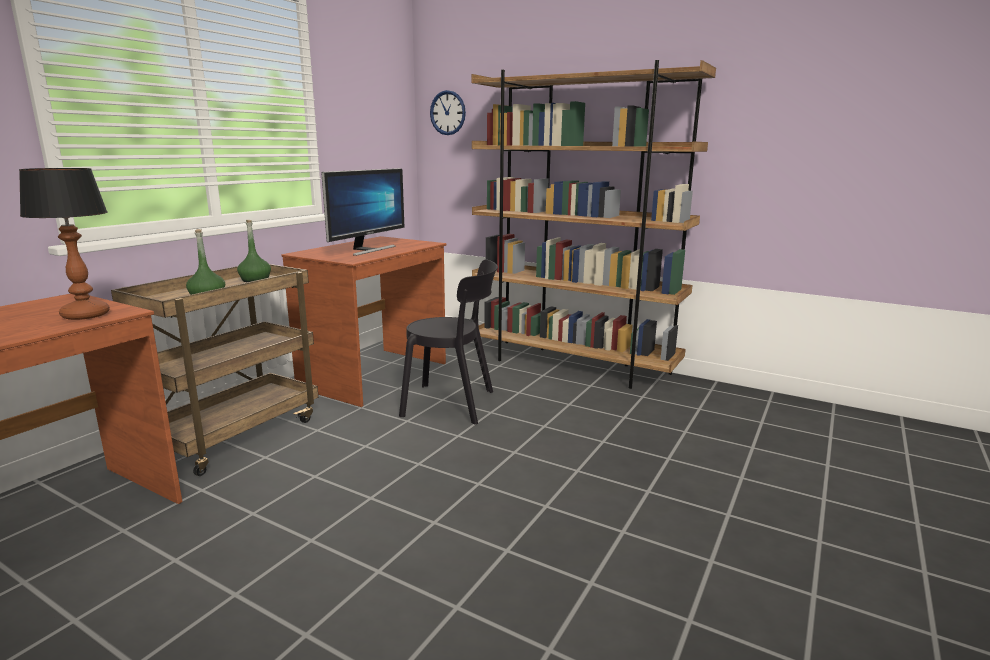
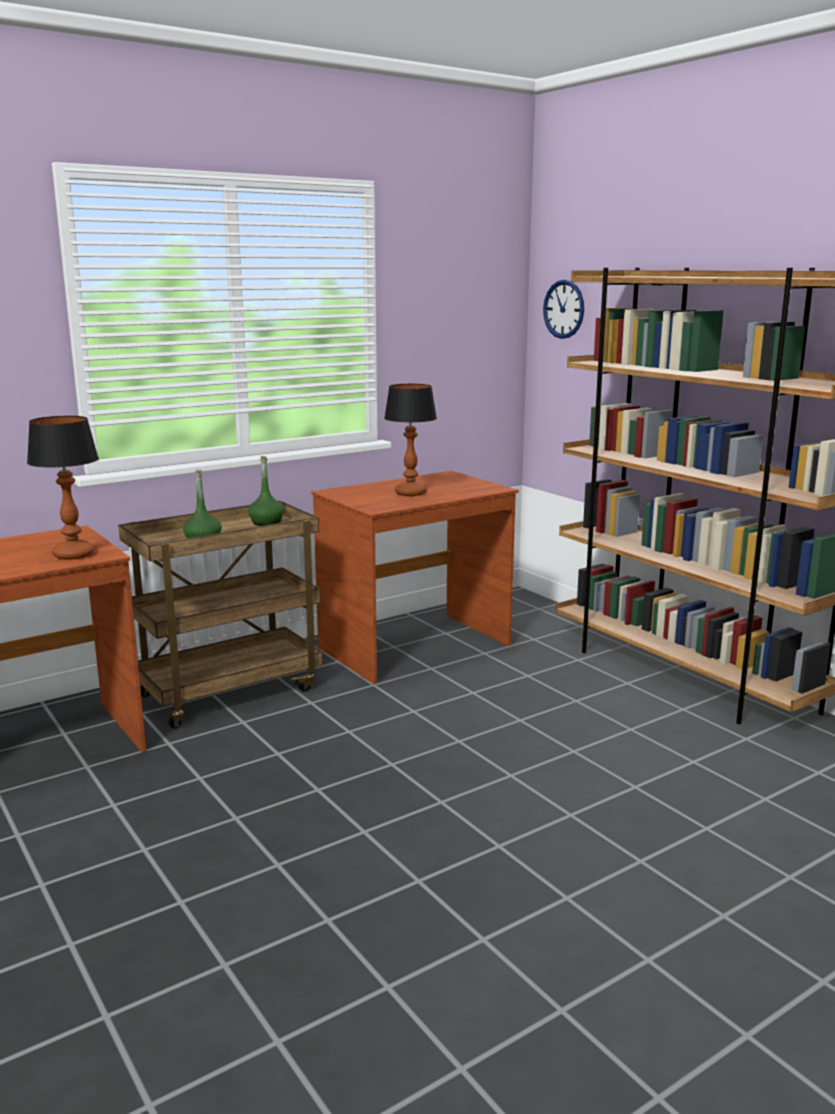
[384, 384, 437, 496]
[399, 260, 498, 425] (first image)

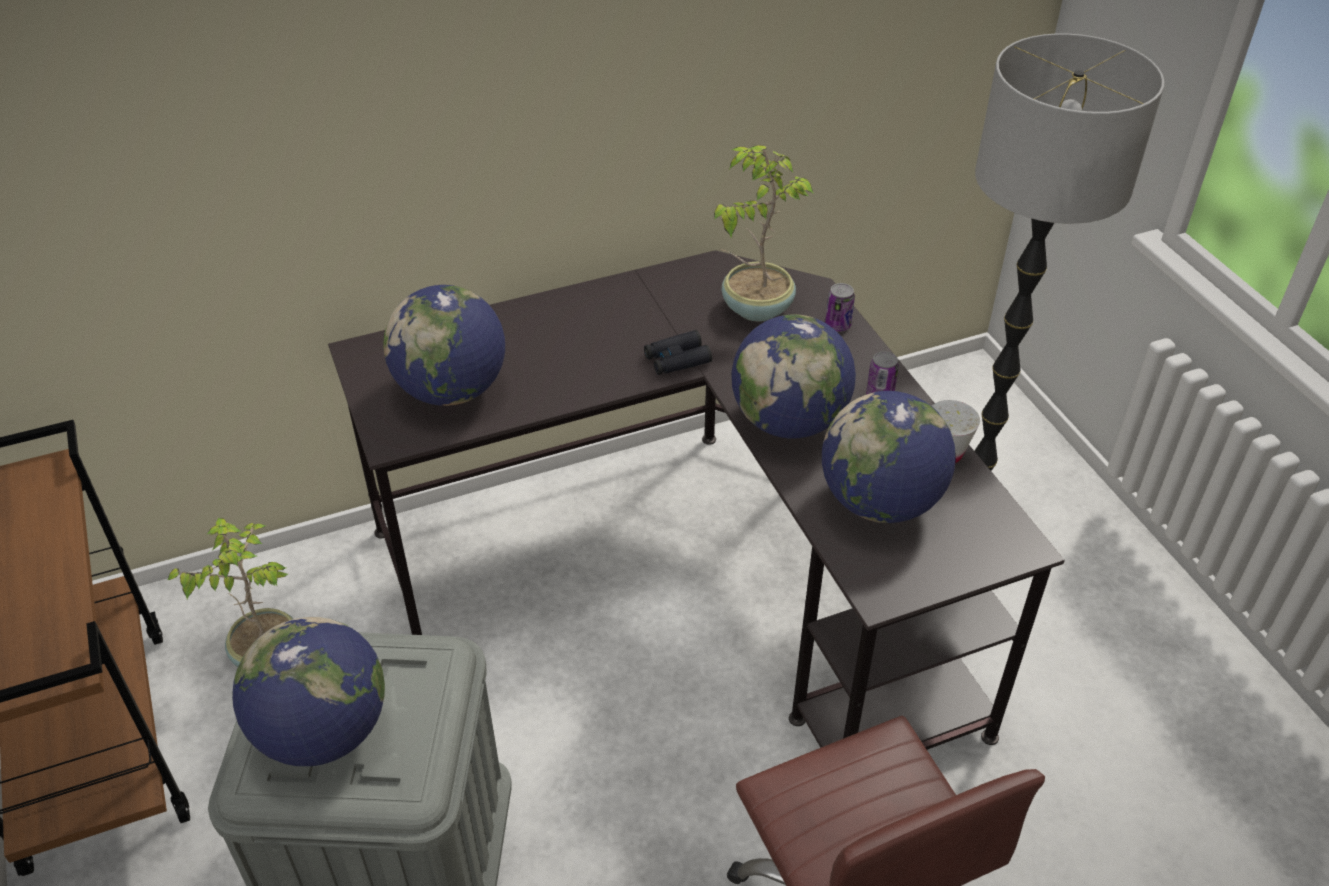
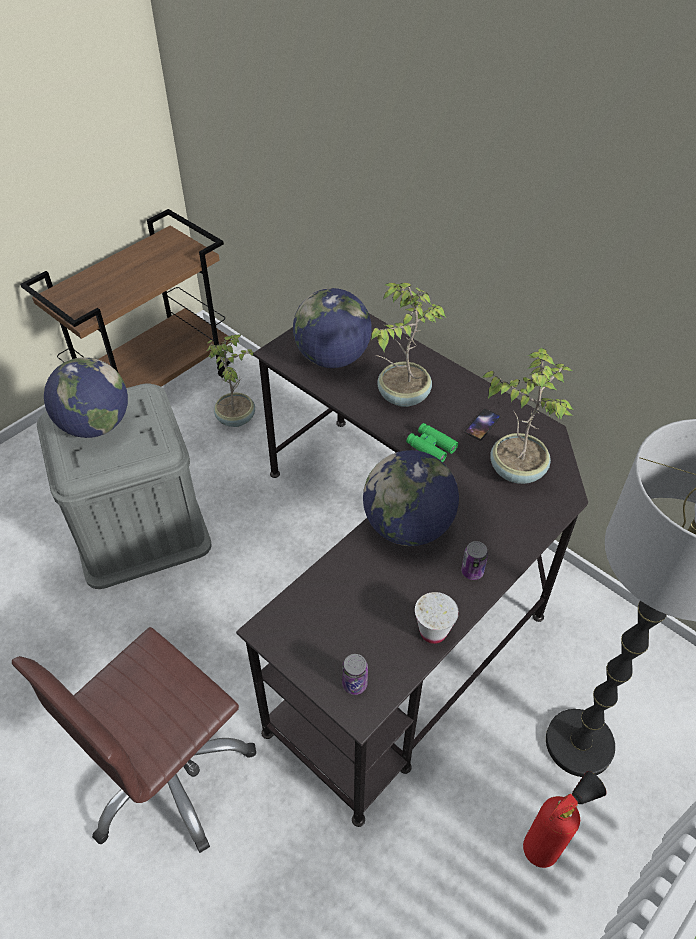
[342, 654, 368, 695]
[406, 423, 458, 462]
[822, 391, 956, 523] (first image)
[371, 283, 446, 407]
[464, 409, 501, 441]
[523, 771, 607, 868]

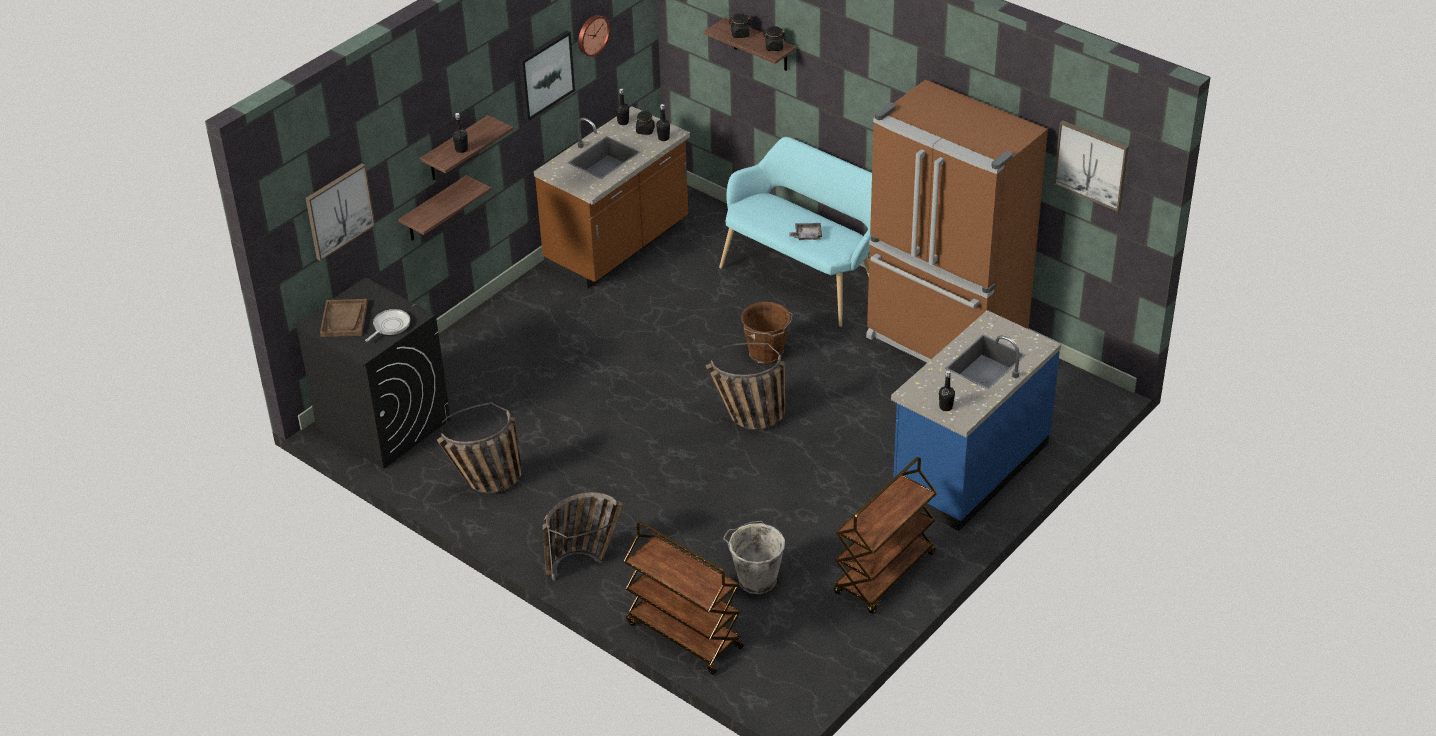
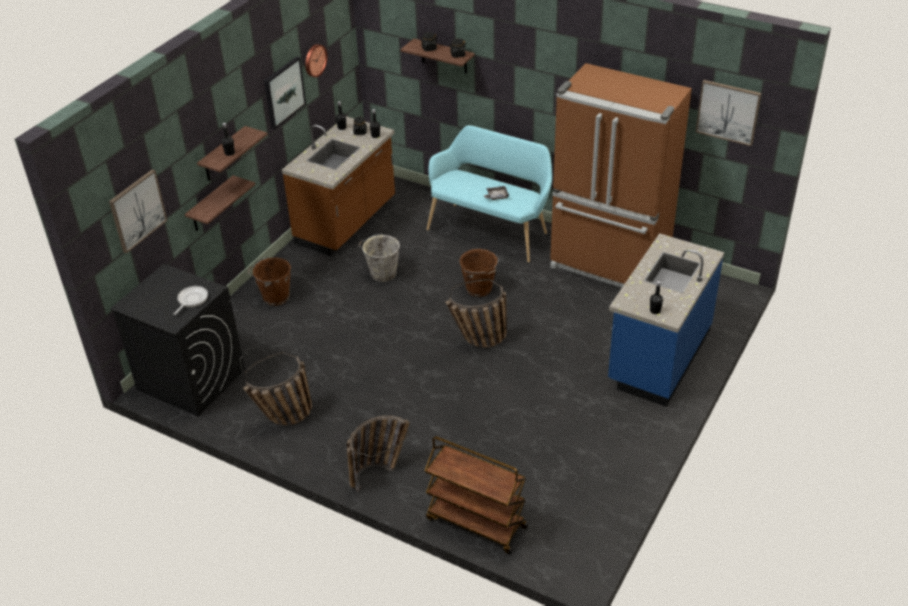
[320, 299, 368, 337] (first image)
[834, 457, 937, 614] (first image)
[358, 233, 400, 282]
[248, 257, 291, 306]

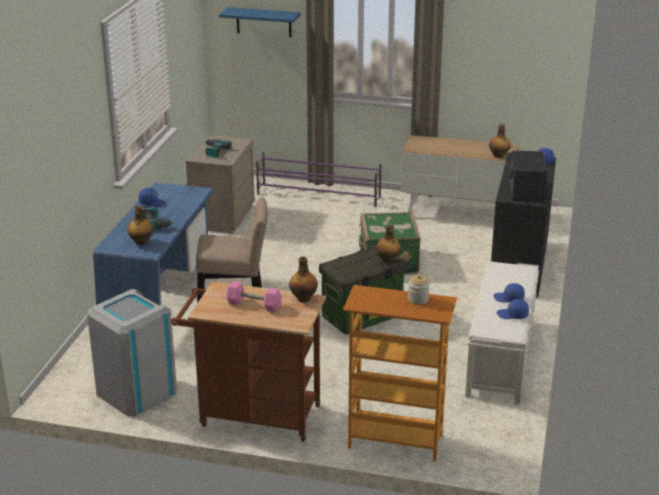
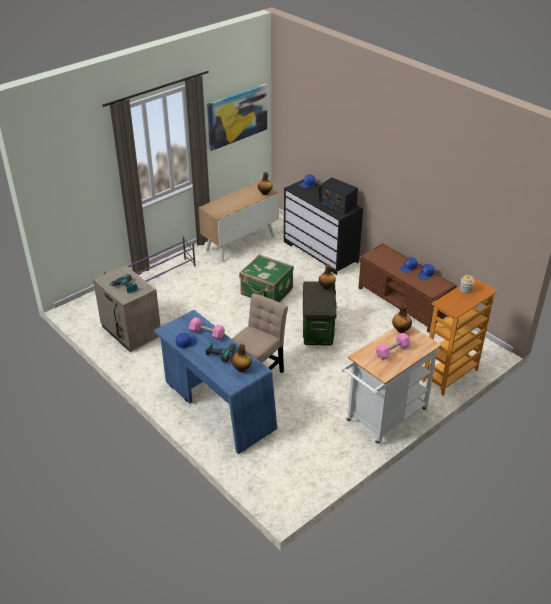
[219, 7, 301, 37] (first image)
[358, 243, 456, 333]
[341, 326, 441, 444]
[87, 289, 177, 416] (first image)
[207, 84, 267, 151]
[189, 317, 225, 340]

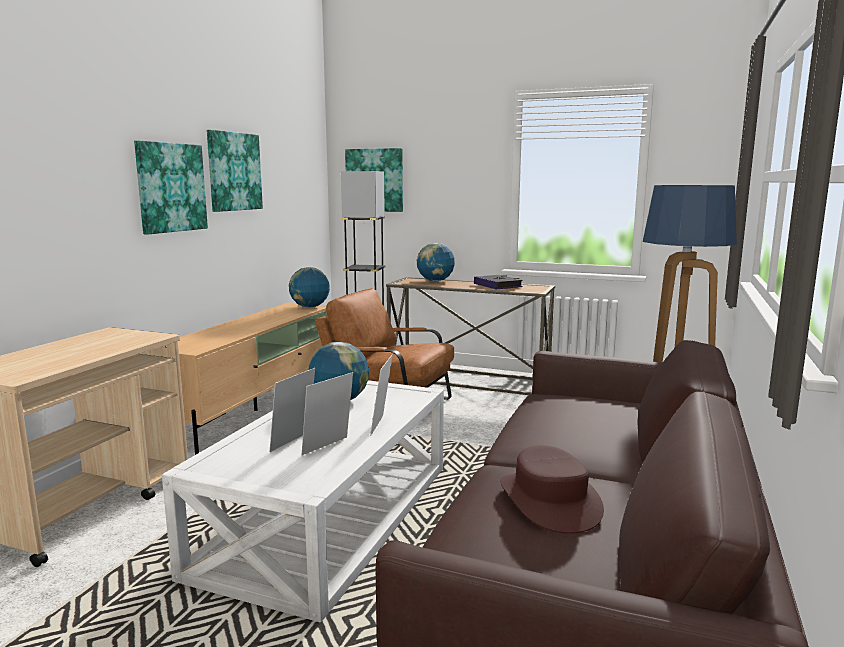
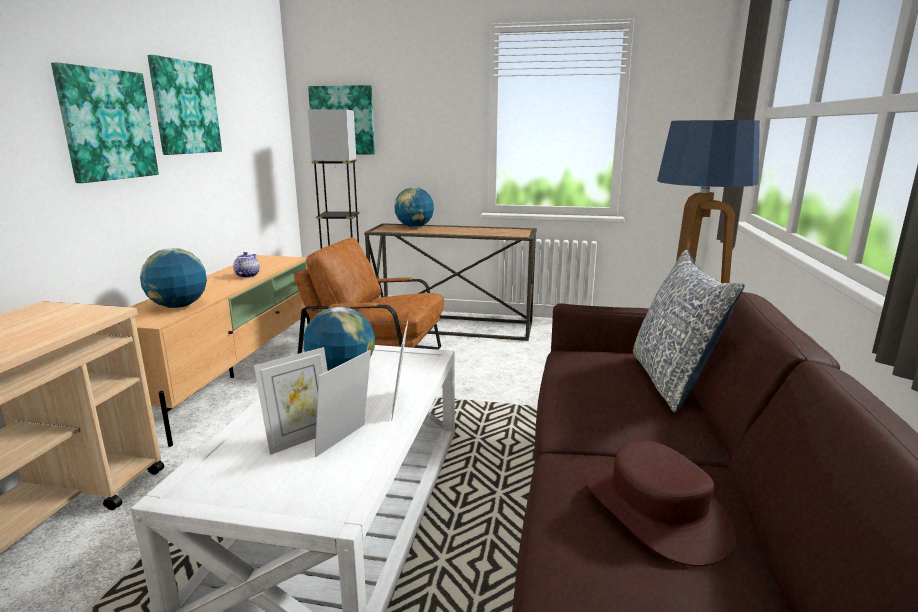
[140, 248, 207, 308]
[474, 275, 523, 289] (first image)
[254, 347, 328, 455]
[633, 250, 745, 412]
[233, 252, 260, 278]

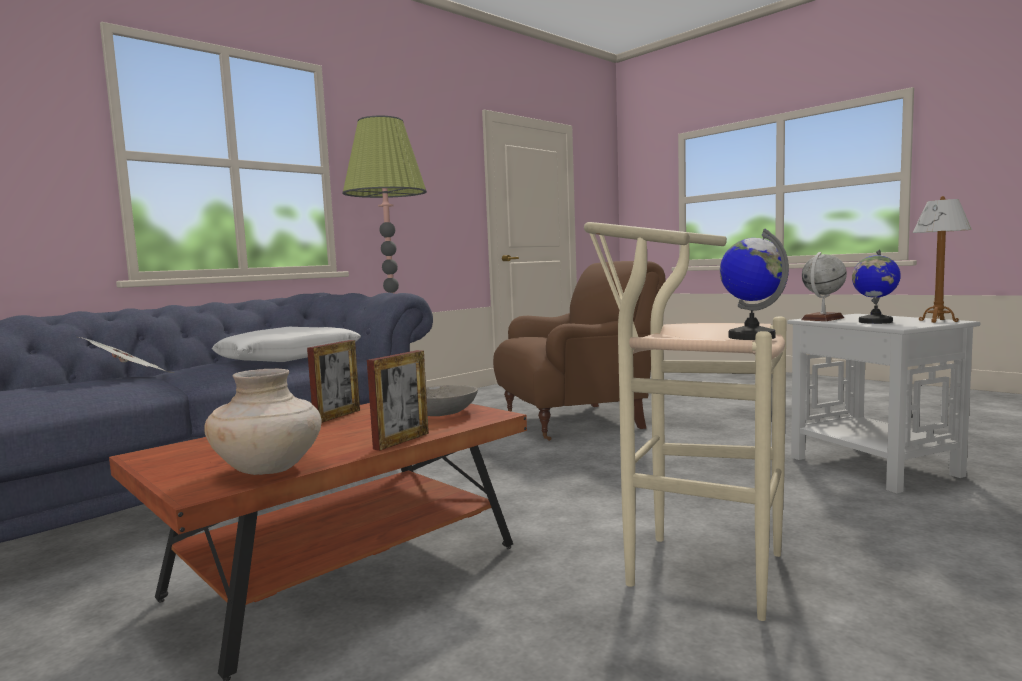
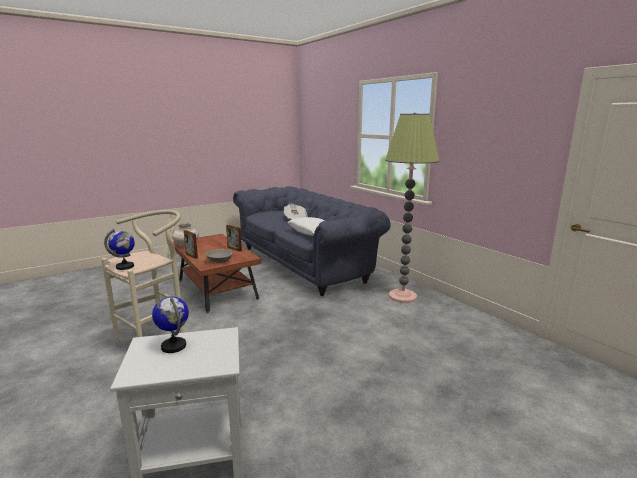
[913, 196, 972, 323] (first image)
[801, 252, 847, 321] (first image)
[493, 261, 665, 441] (first image)

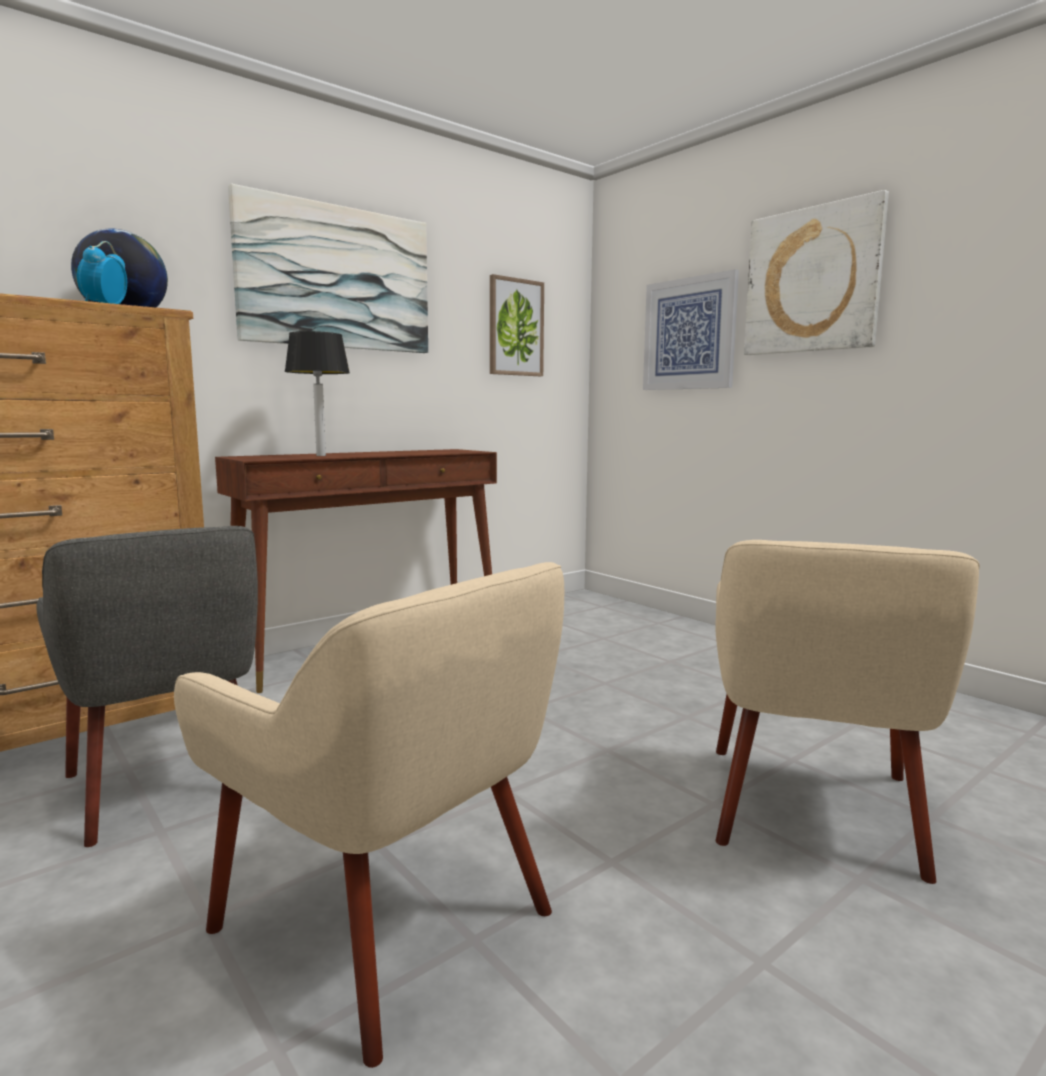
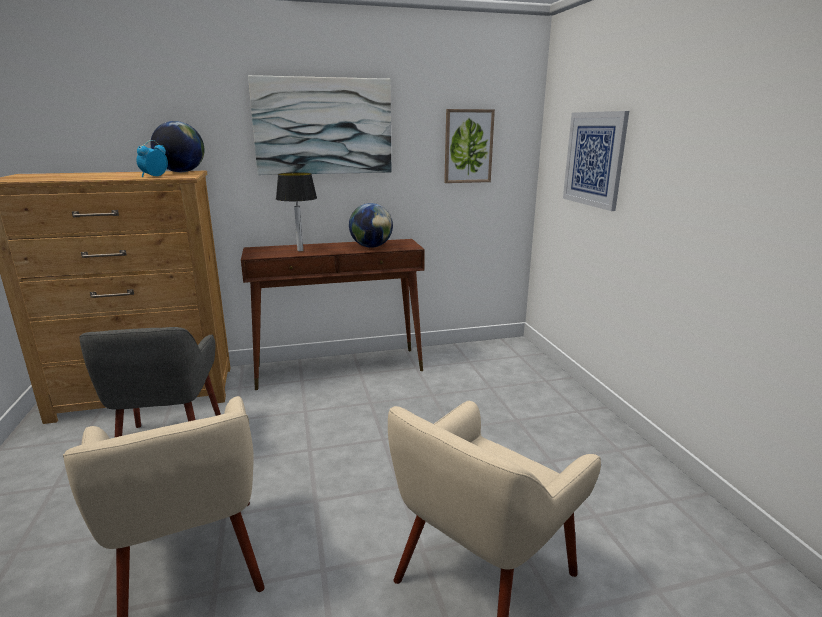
[744, 190, 889, 355] (first image)
[349, 203, 393, 248]

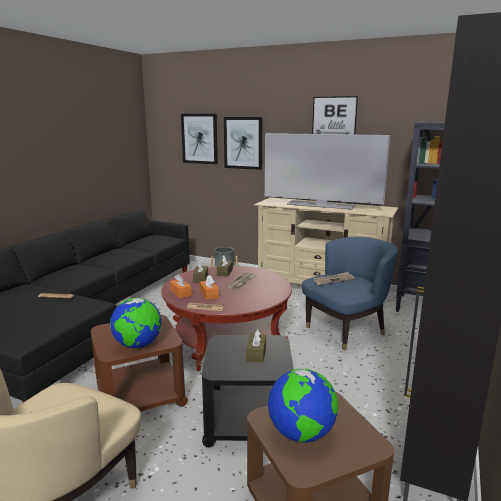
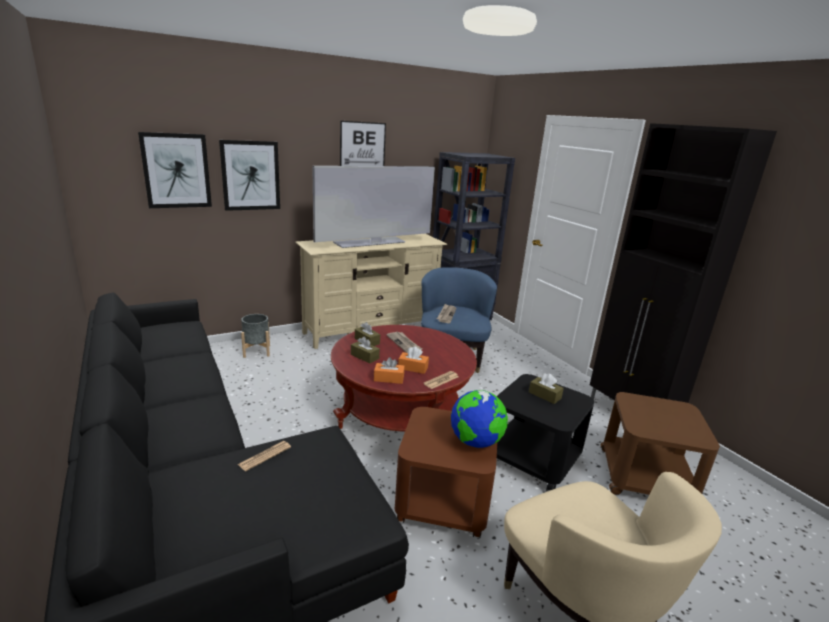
[268, 369, 338, 443] (first image)

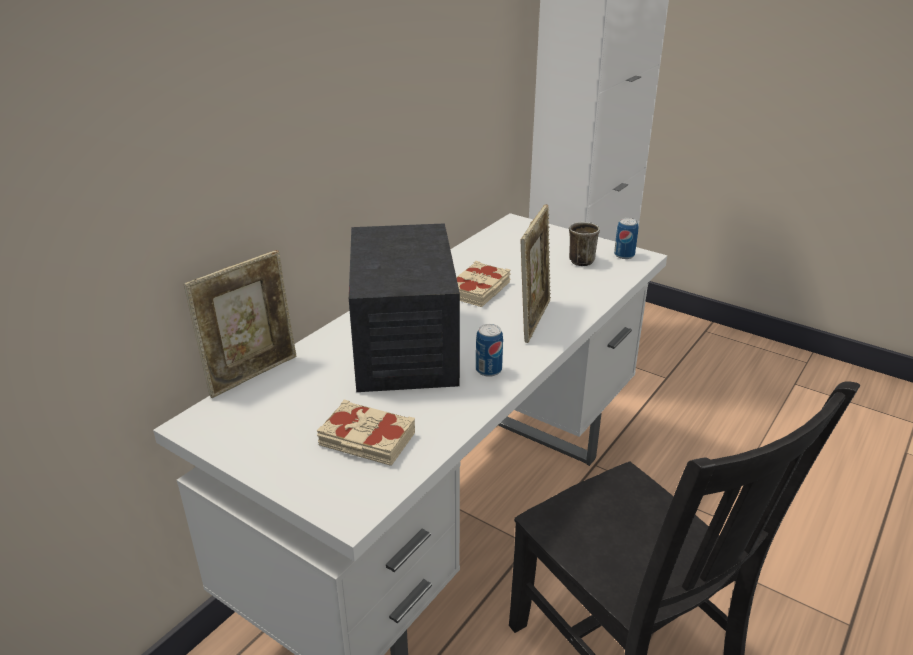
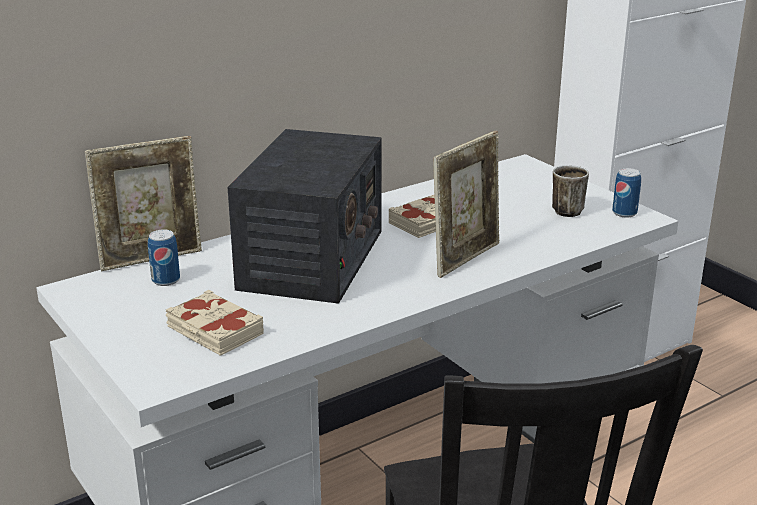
[148, 229, 180, 286]

